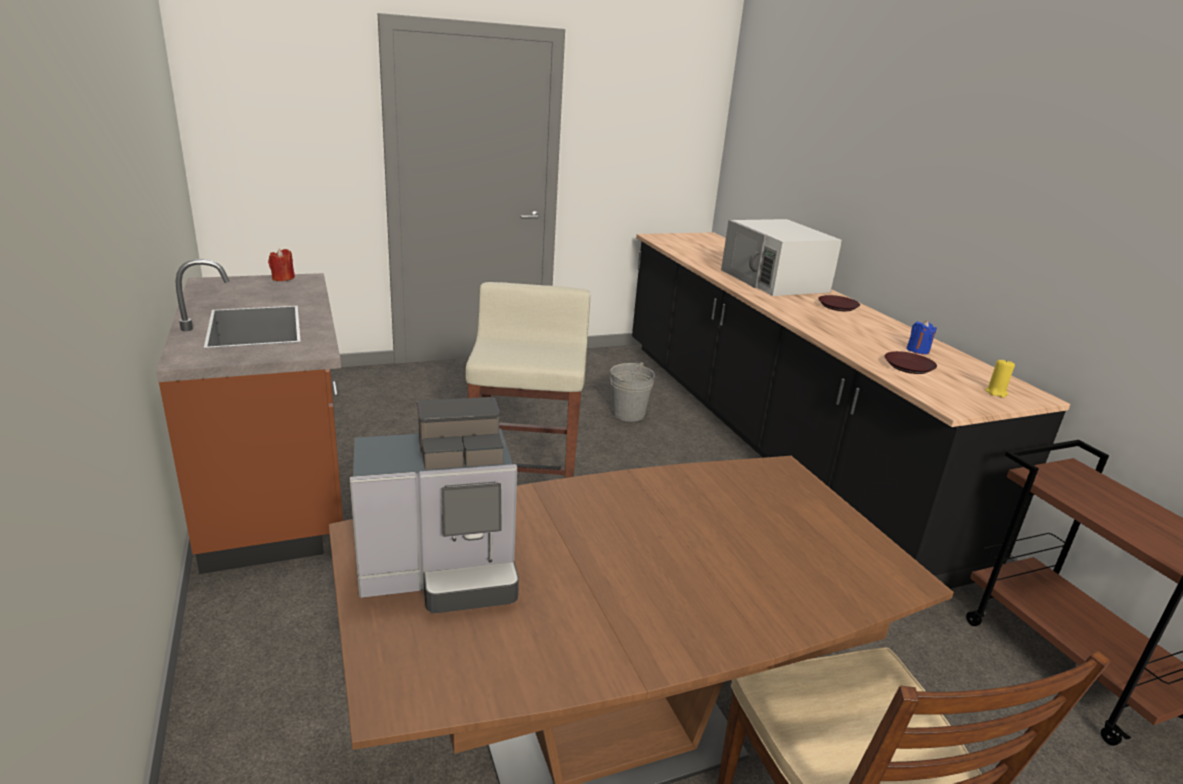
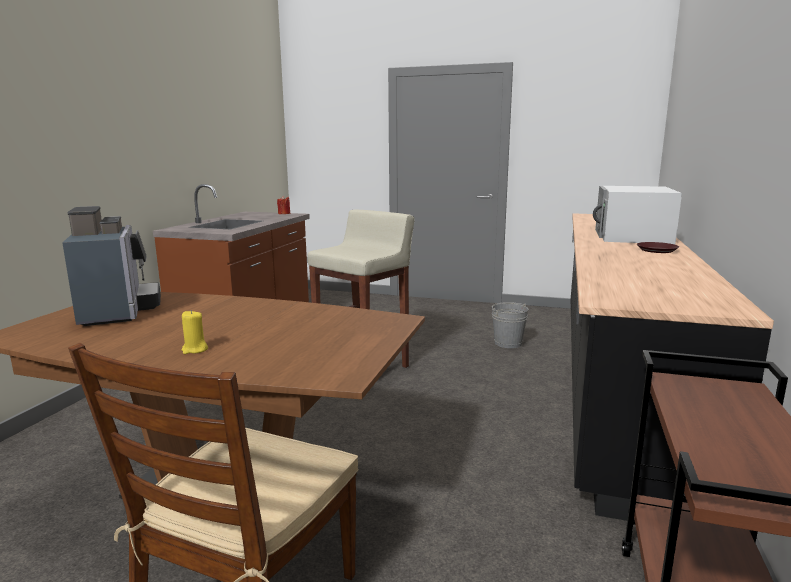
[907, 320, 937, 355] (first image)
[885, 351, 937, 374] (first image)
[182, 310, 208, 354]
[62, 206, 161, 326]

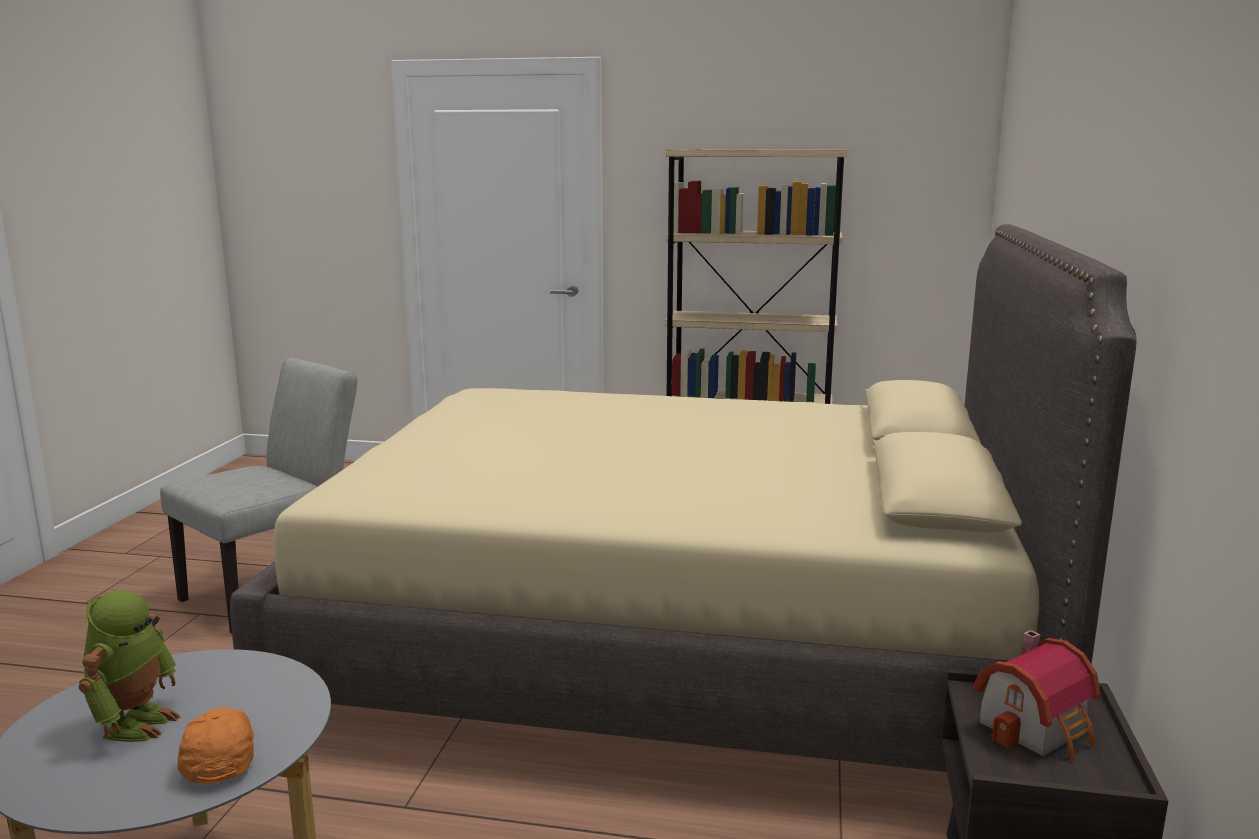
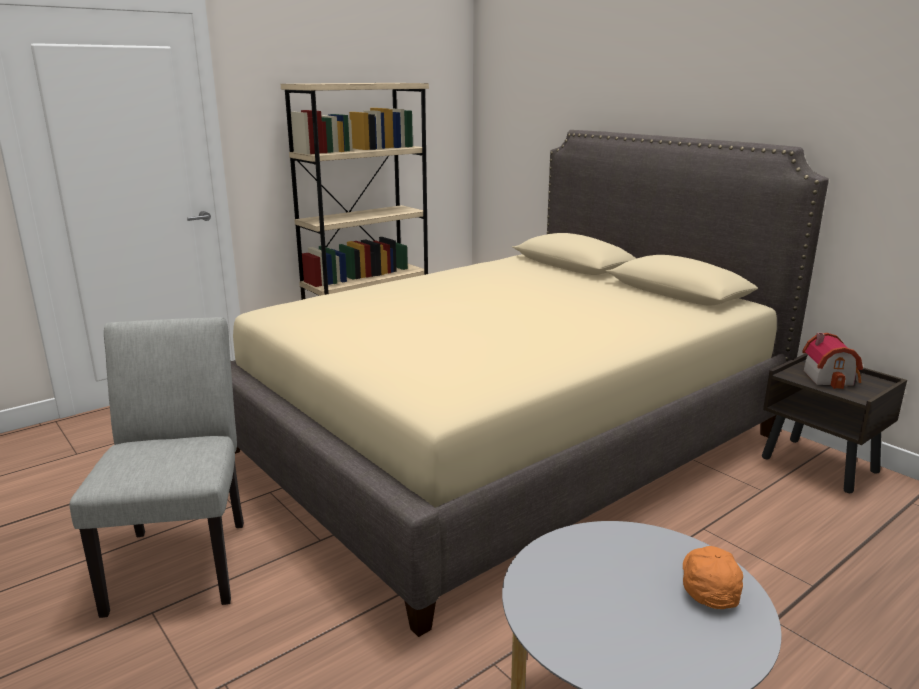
[79, 590, 180, 742] (first image)
[683, 546, 743, 609]

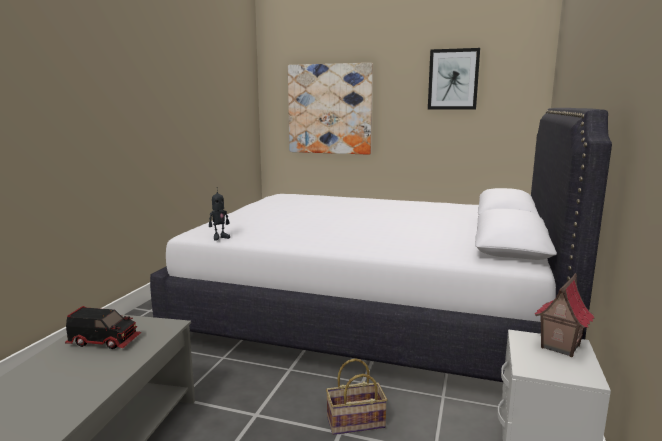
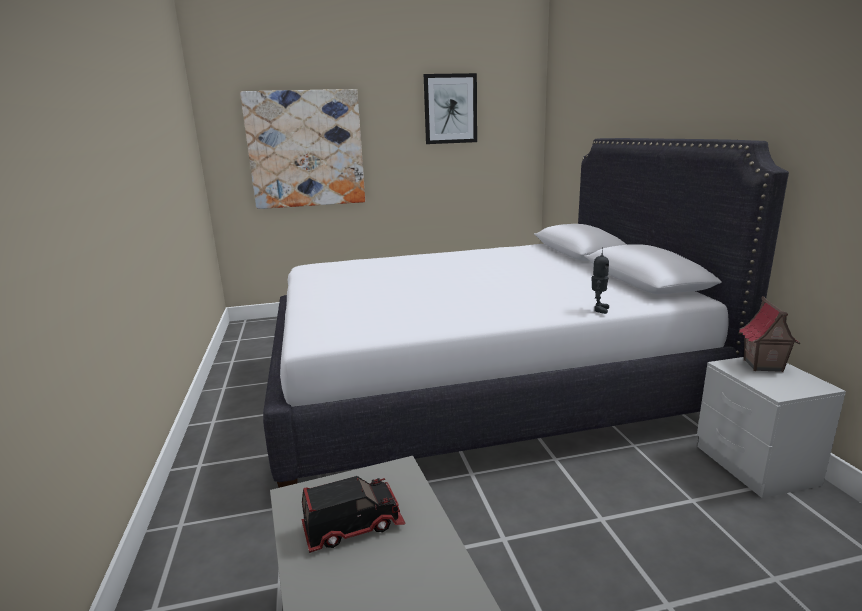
[592, 247, 609, 314]
[326, 358, 387, 435] (first image)

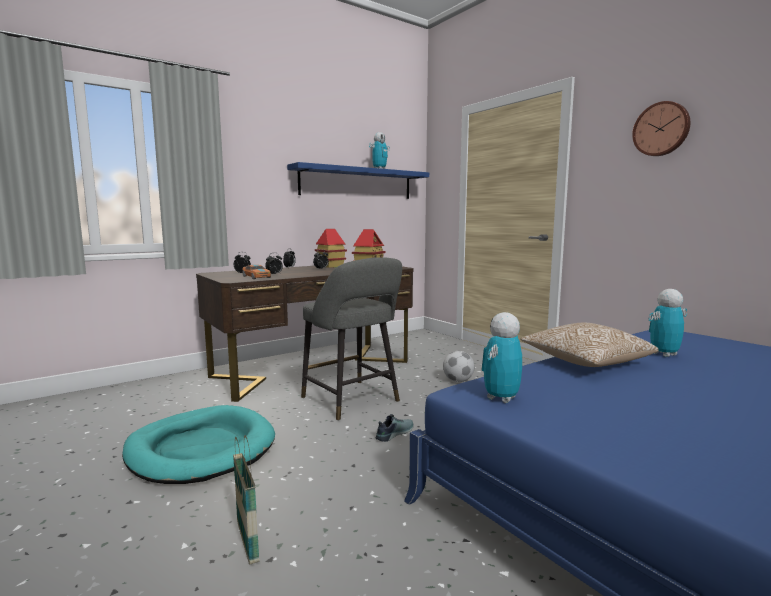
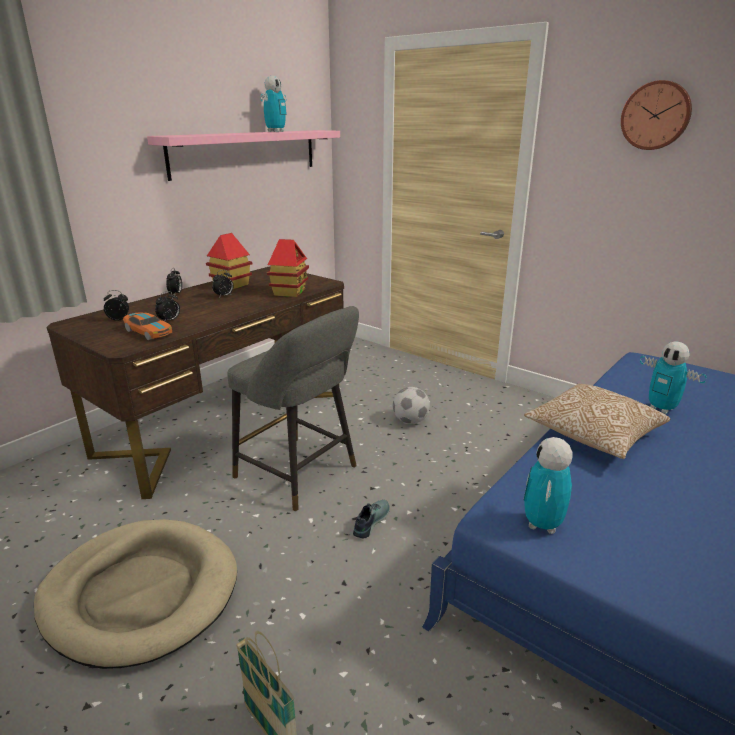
[147, 130, 340, 181]
[640, 342, 707, 414]
[34, 519, 237, 669]

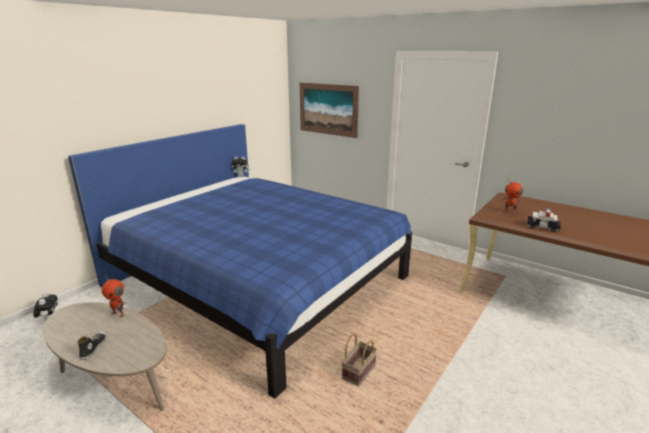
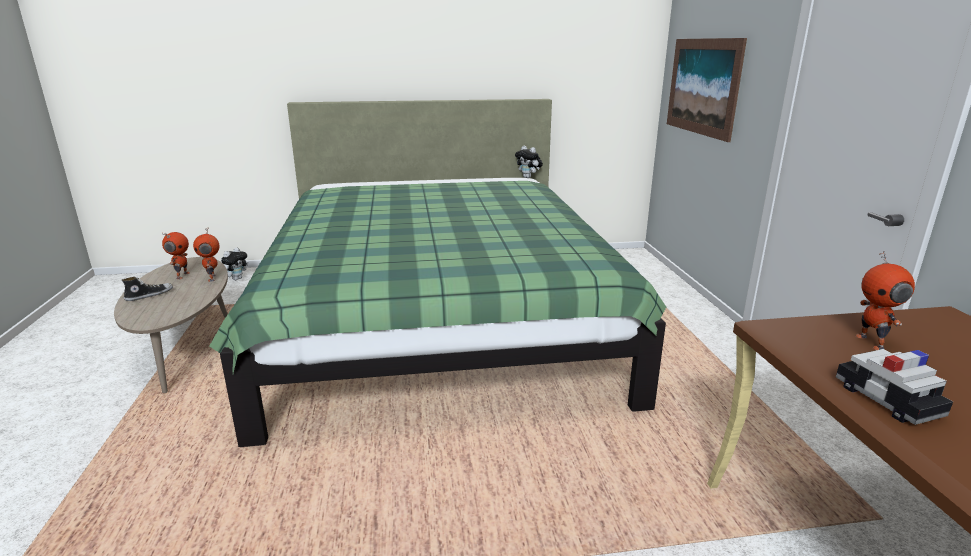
[209, 99, 666, 447]
[342, 334, 377, 386] (first image)
[162, 232, 190, 279]

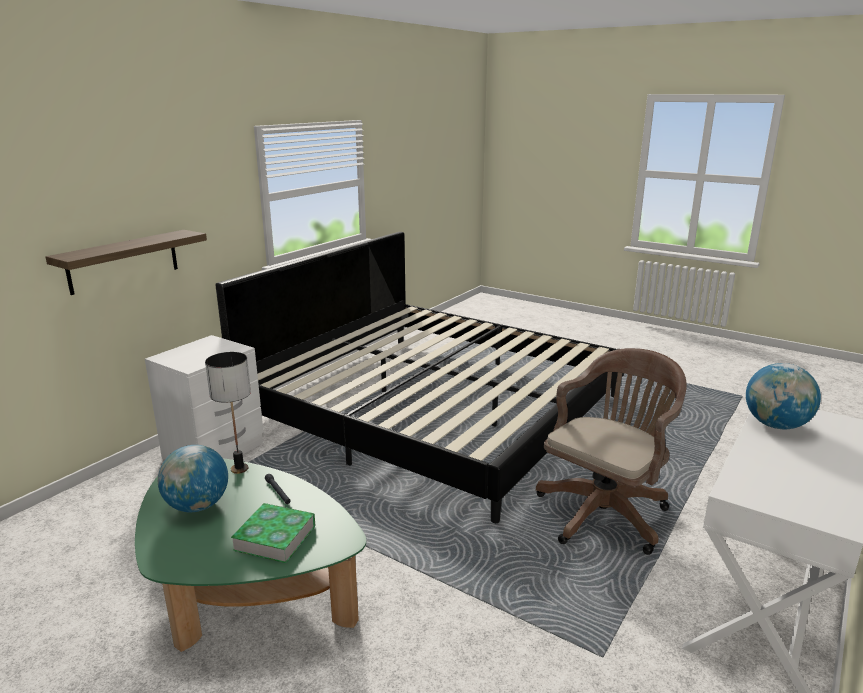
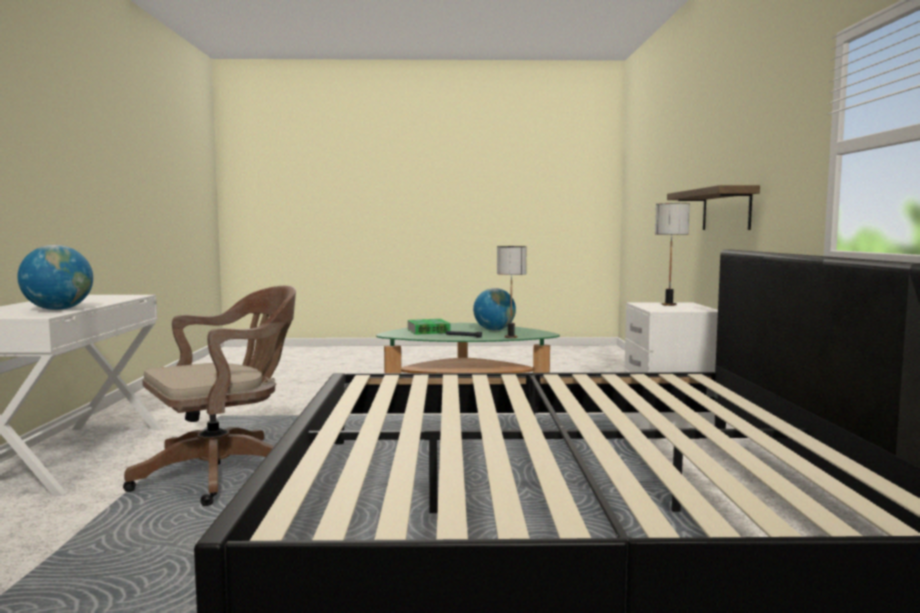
[123, 286, 296, 506]
[655, 203, 690, 306]

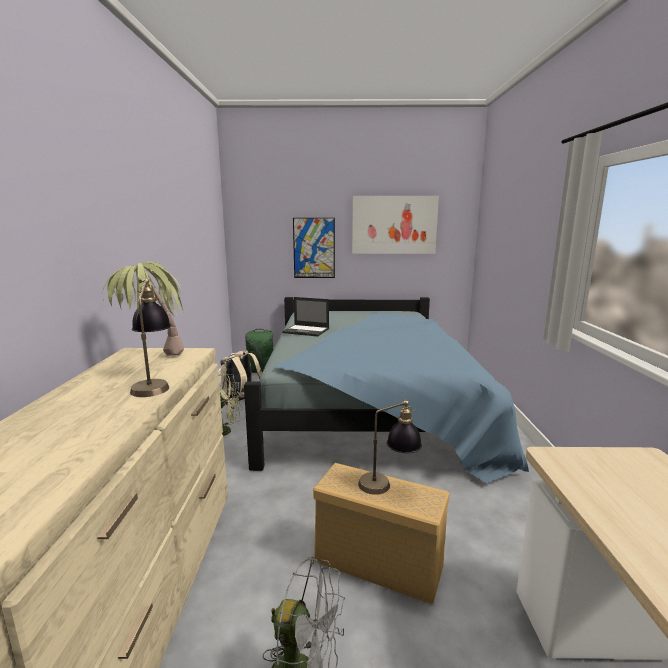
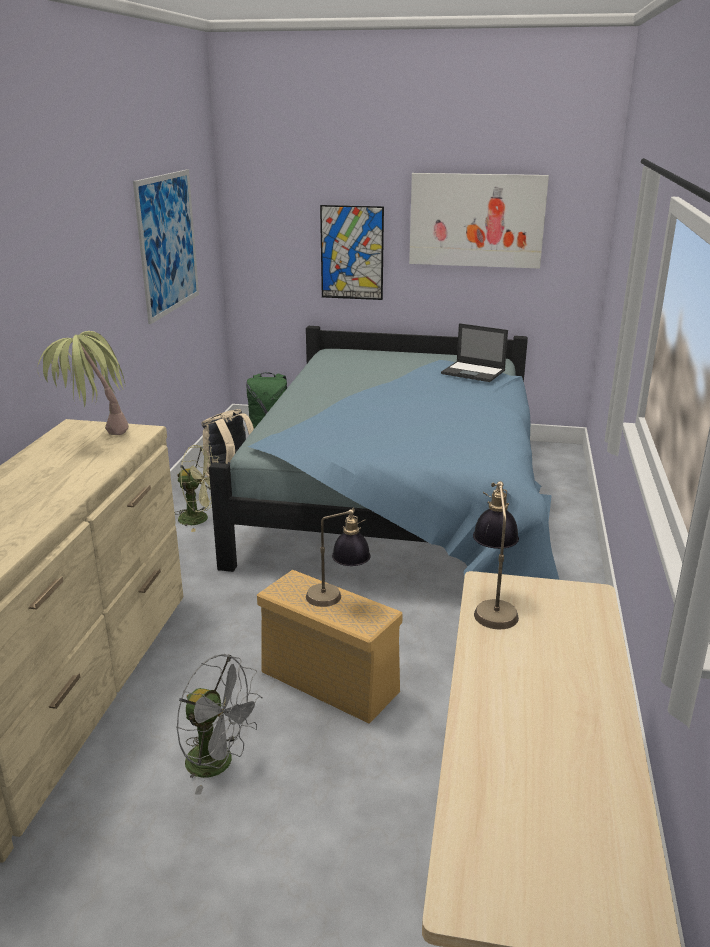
[473, 481, 519, 629]
[441, 323, 508, 382]
[133, 169, 199, 324]

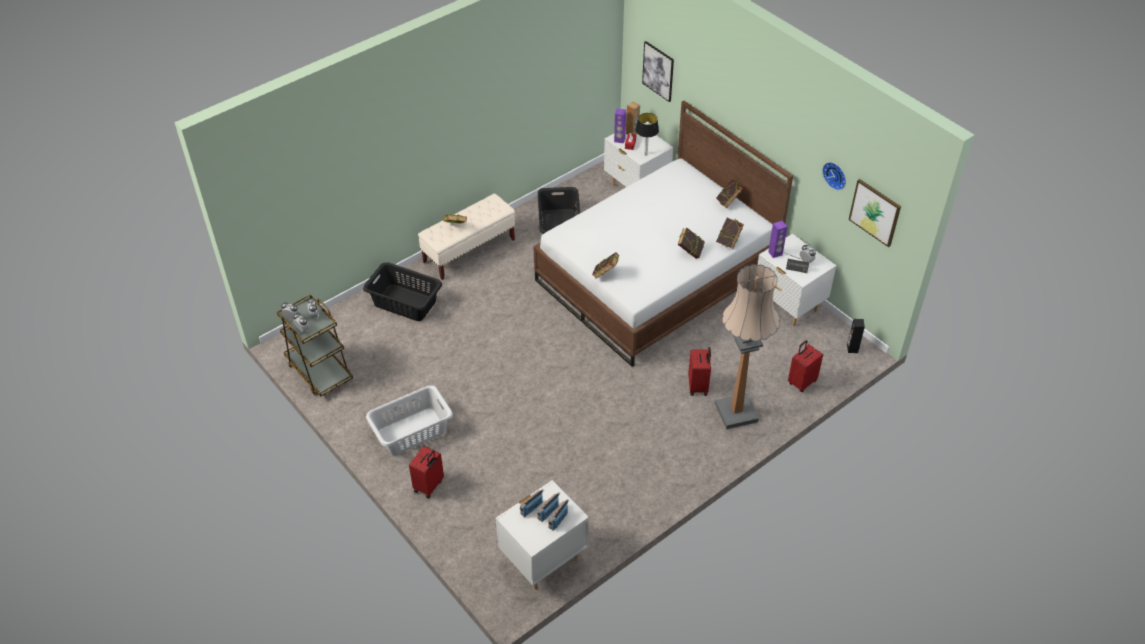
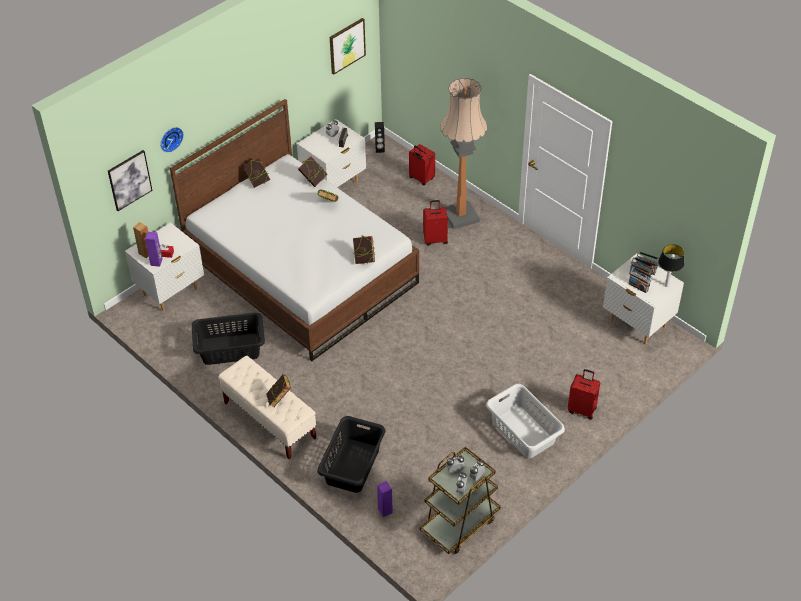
[658, 244, 684, 287]
[160, 127, 184, 153]
[377, 481, 393, 517]

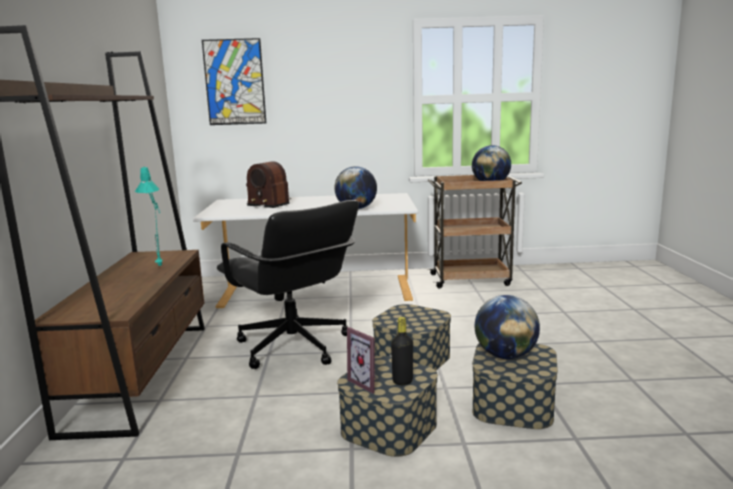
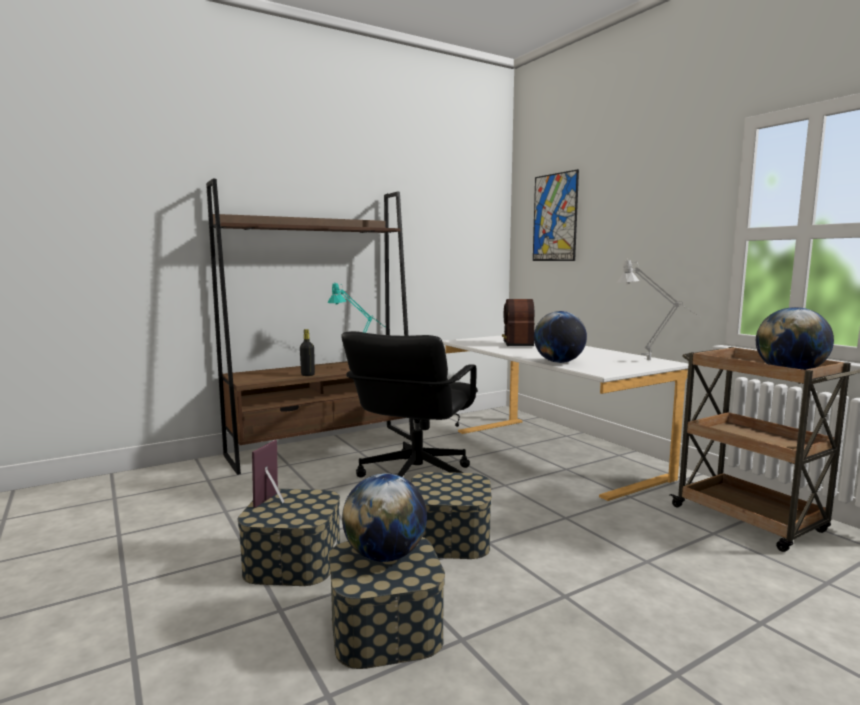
[300, 329, 315, 376]
[617, 258, 698, 360]

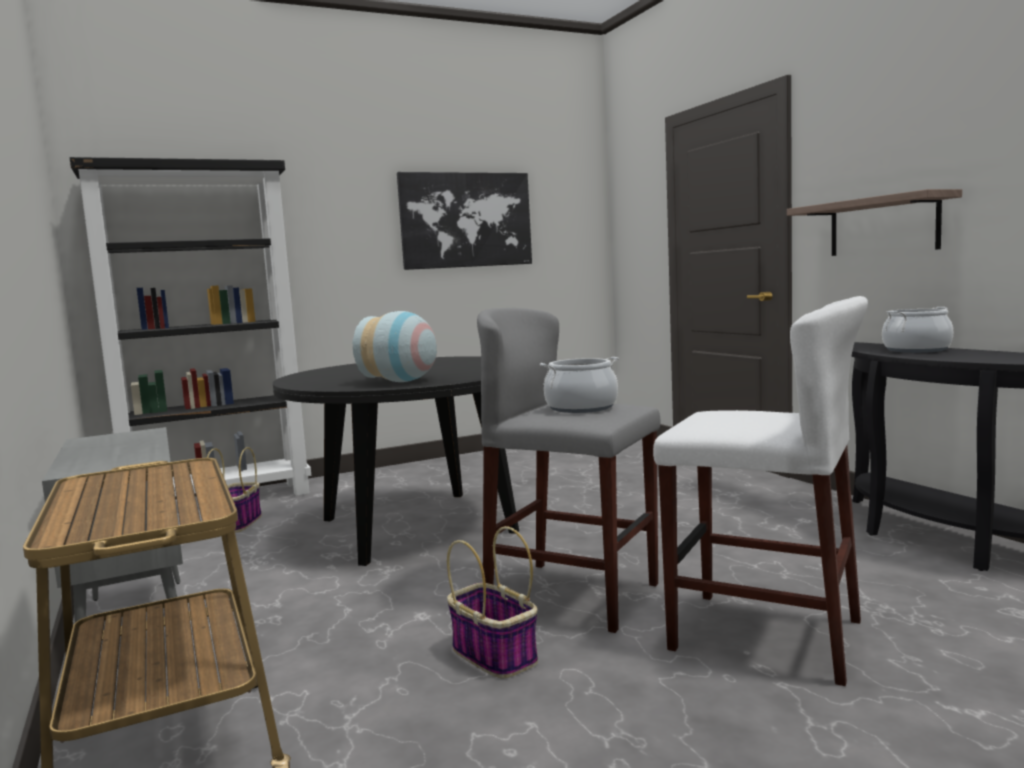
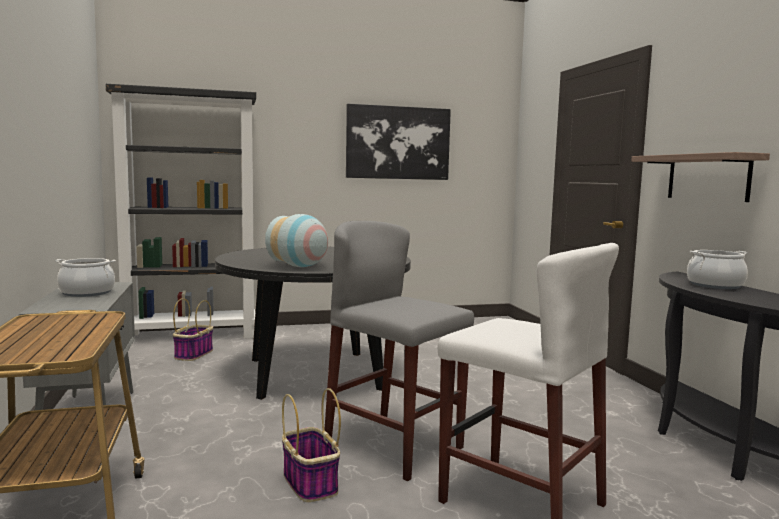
[55, 258, 116, 297]

